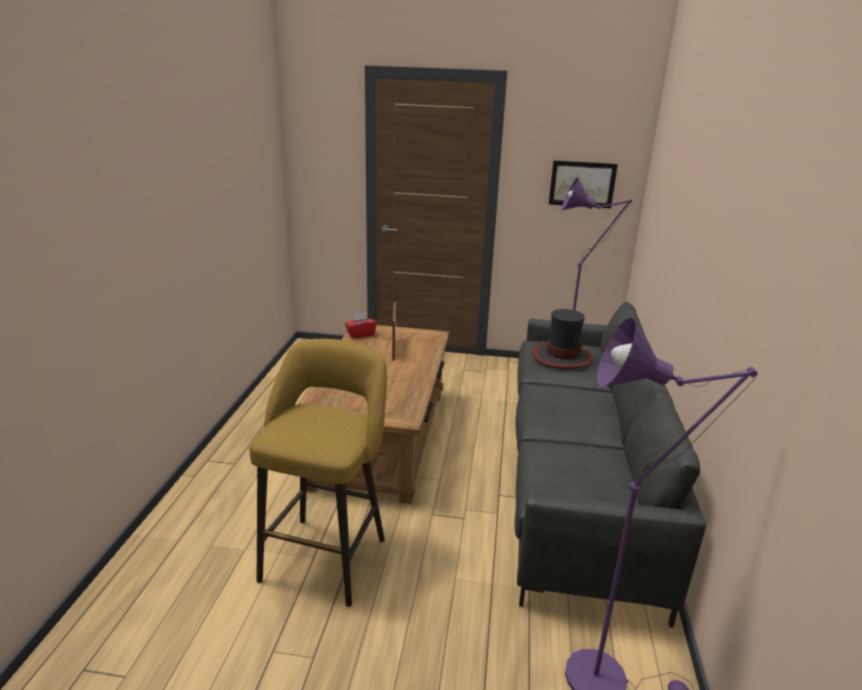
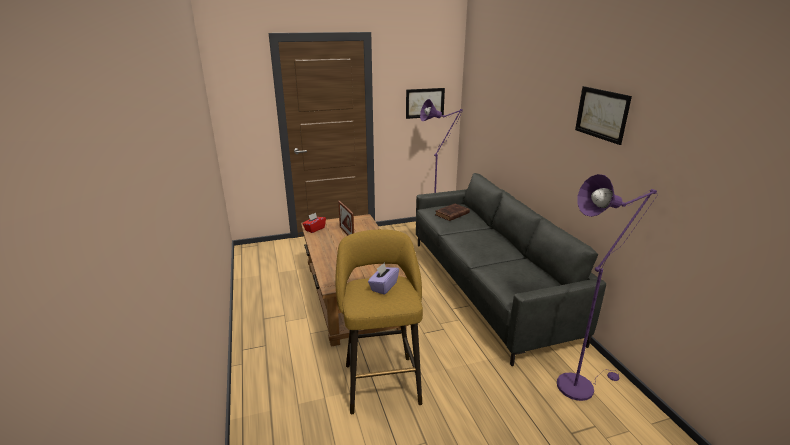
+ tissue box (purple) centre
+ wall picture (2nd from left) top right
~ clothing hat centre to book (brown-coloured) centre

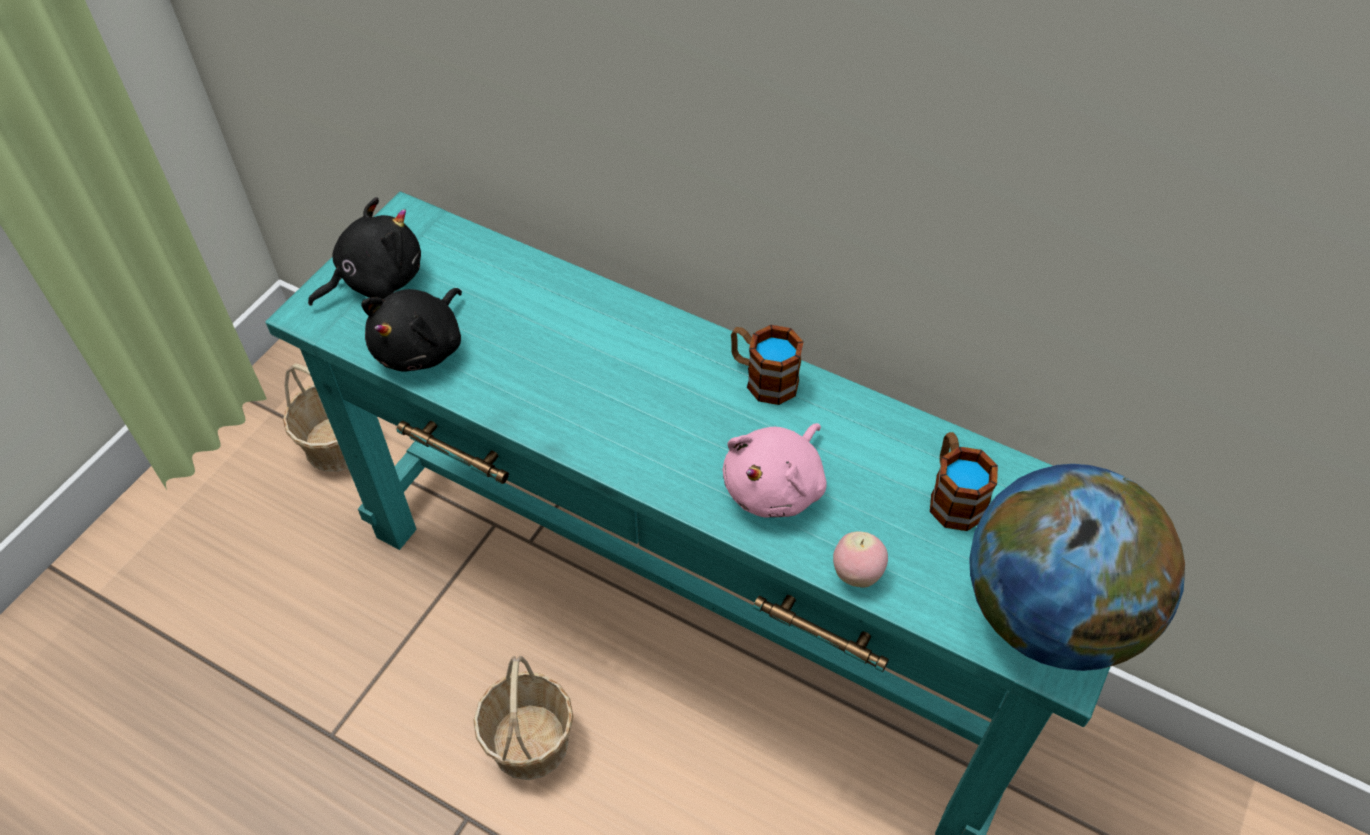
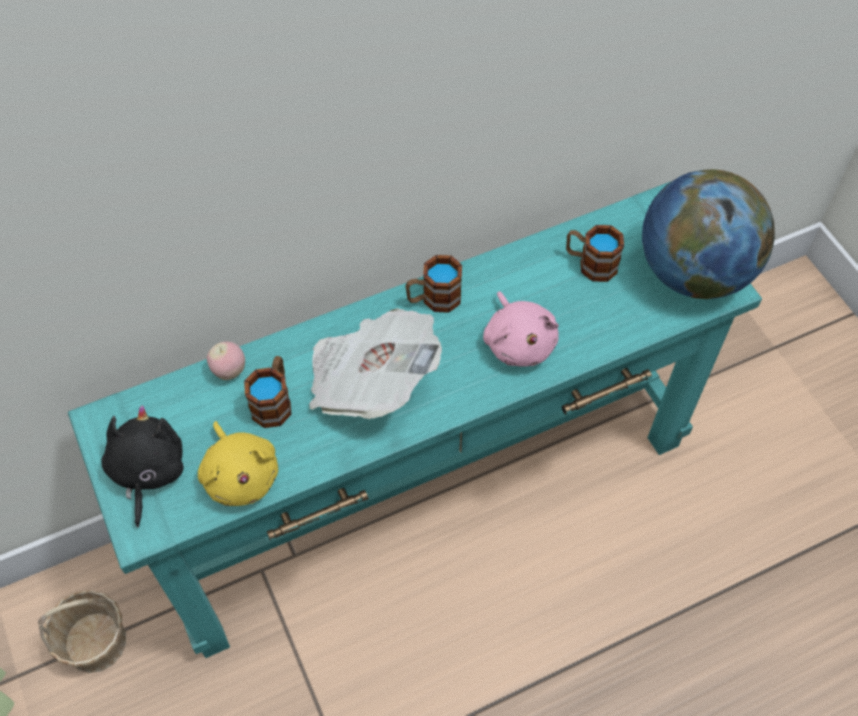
- storage basket (2nd from left) bottom centre
+ tea mug (1st from left) middle left
+ daily paper centre
~ apple fruit bottom centre to middle left
~ plush toy (black-coloured) (2nd from left) middle left to plush toy (yellowish) middle left

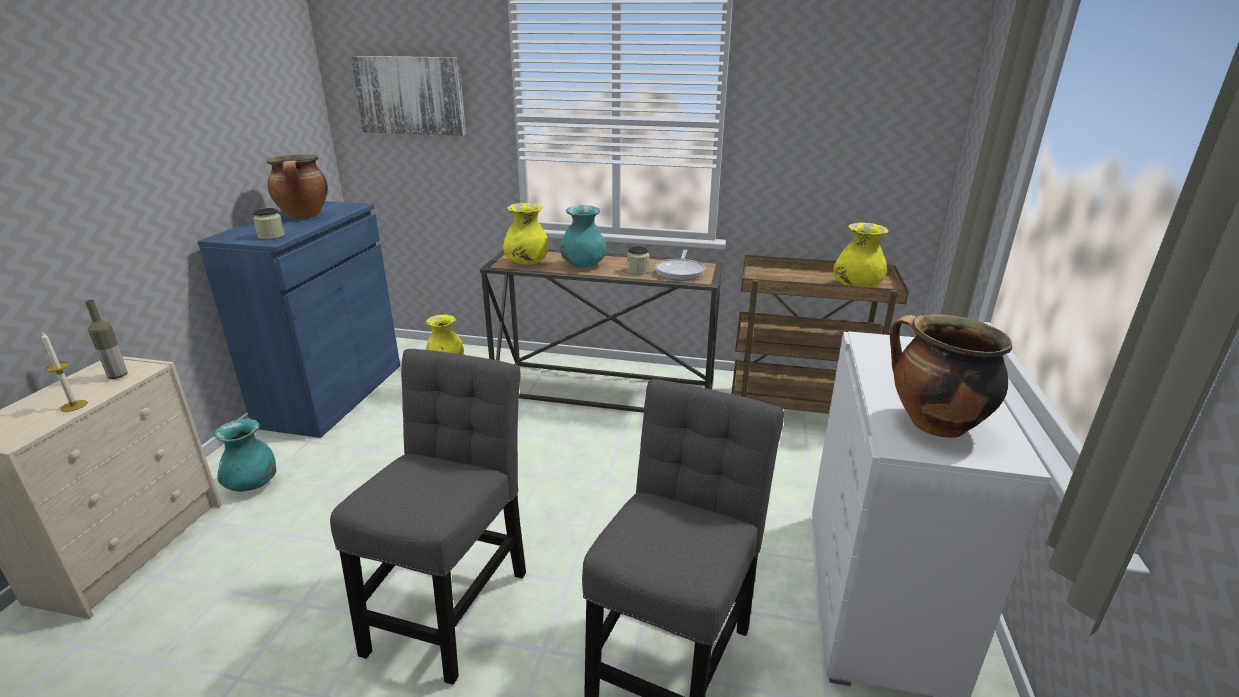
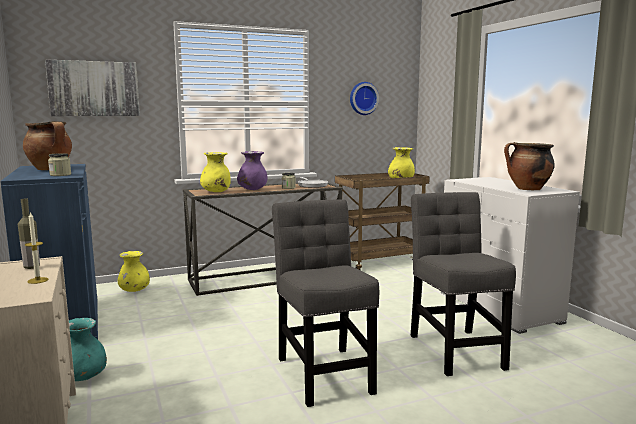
+ clock on the wall top centre
~ decorative vase (turquoise) (2nd from left) centre to decorative vase (purple) centre

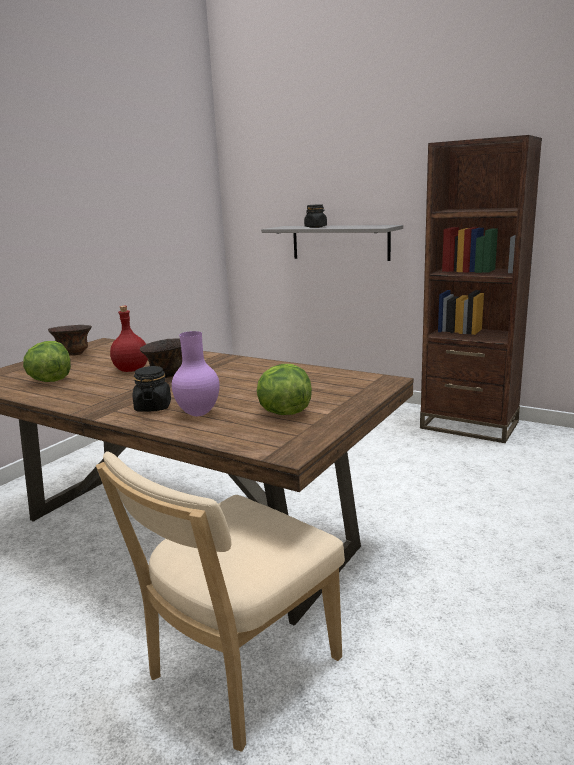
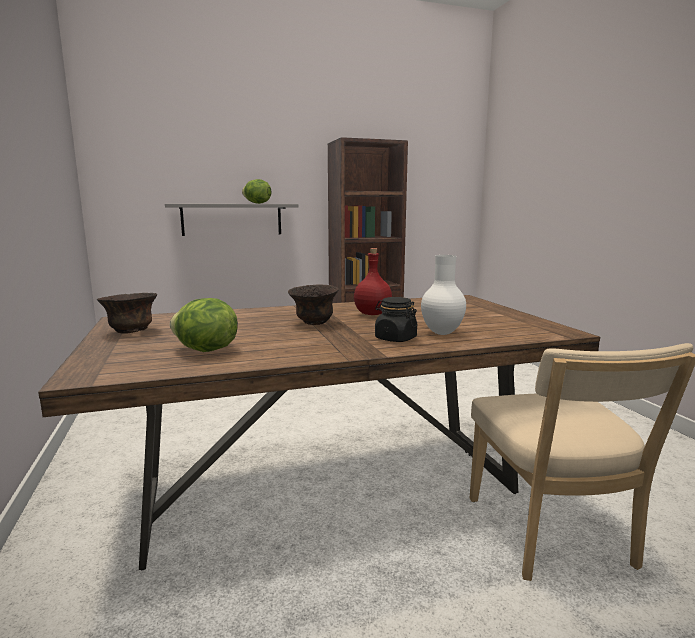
- jar (black-coloured) (2nd from left) top centre
~ drink bottle (reddish) middle left to centre
~ head of lettuce (2nd from left) centre to top centre
~ decorative vase (purple) centre to decorative vase (white-coloured) centre

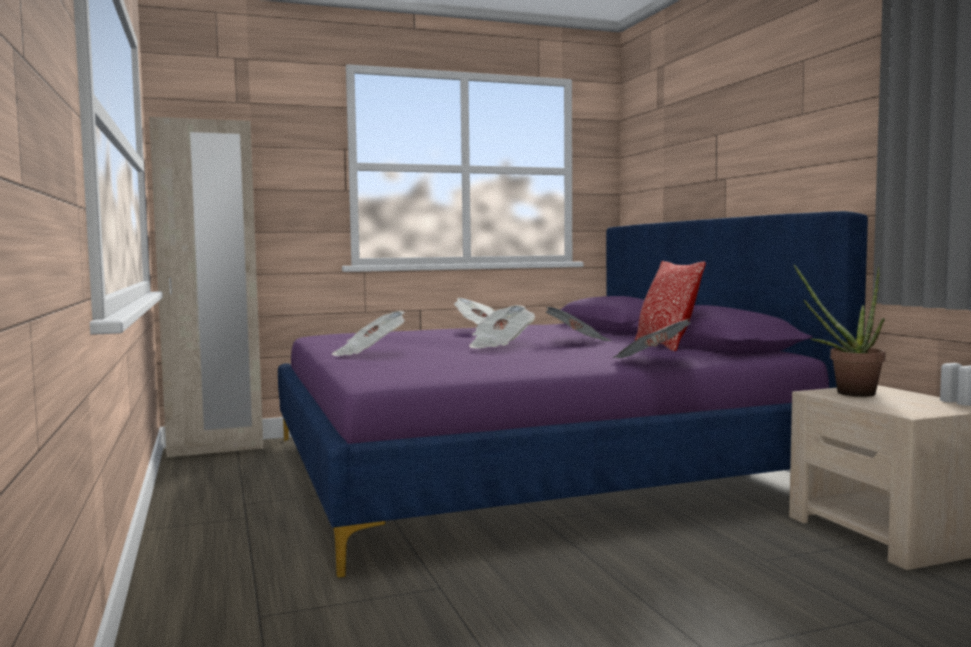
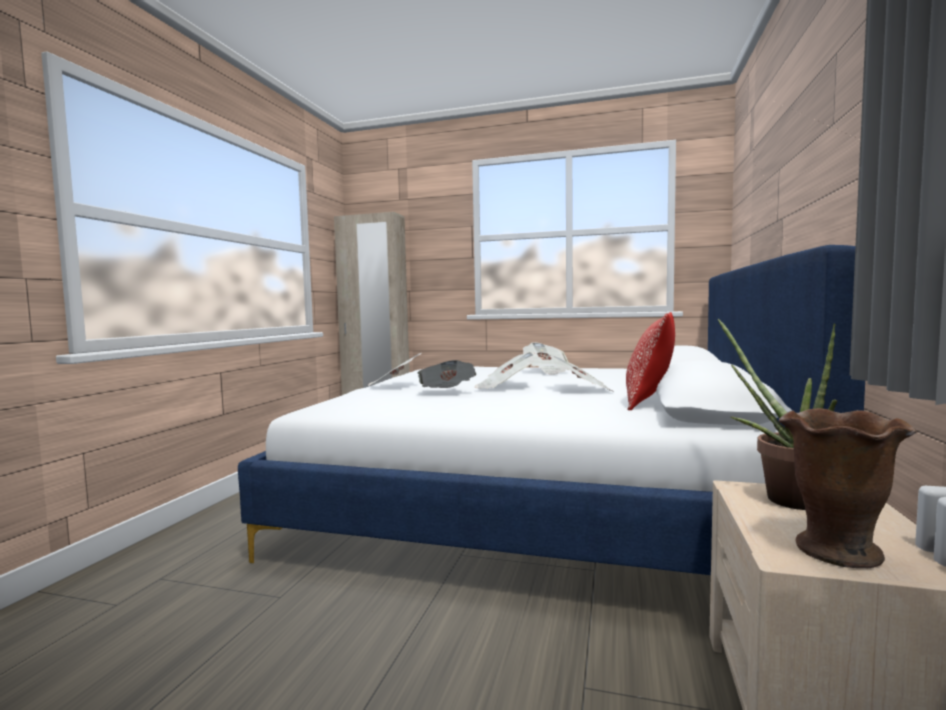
+ decorative vase (brown-coloured) bottom right
~ daily paper (5th from left in the first image) middle right to daily paper (2nd from left) centre
~ bed (purple) centre to bed (white-coloured) centre

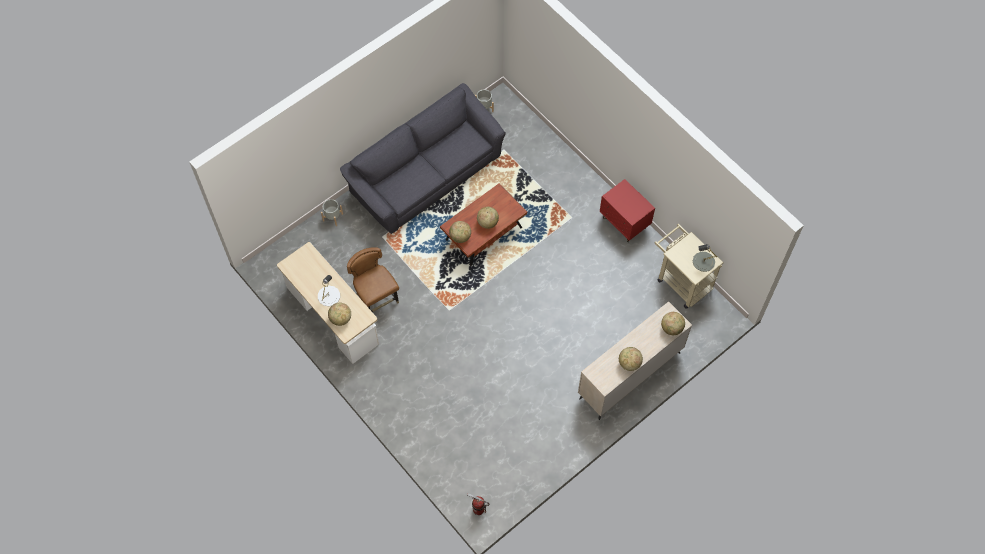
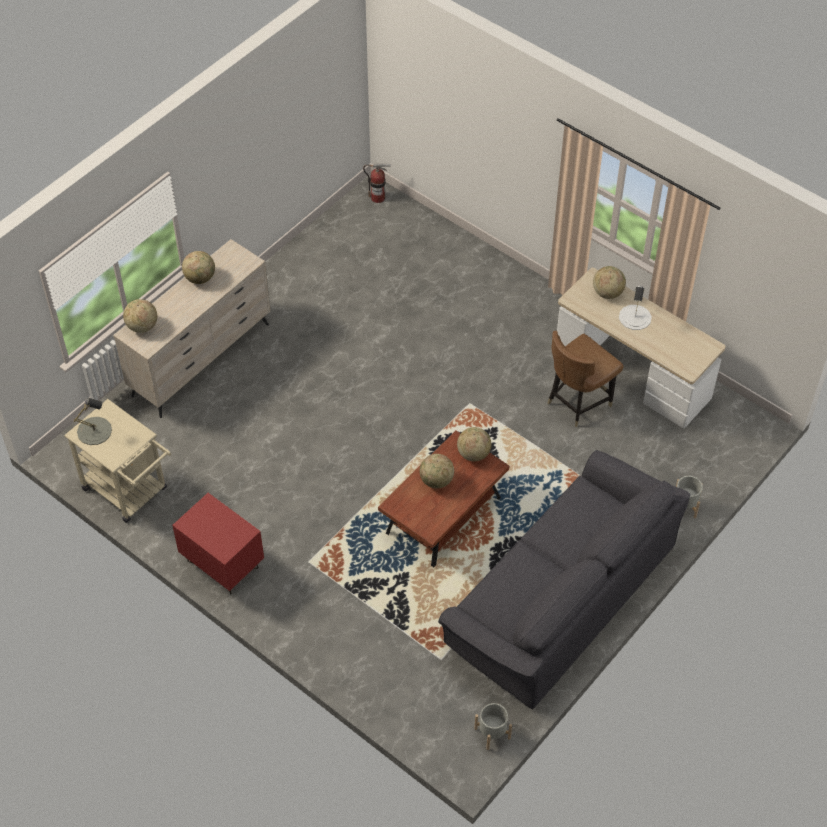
~ plain chair (brown-coloured) centre = middle right 90 degrees clockwise

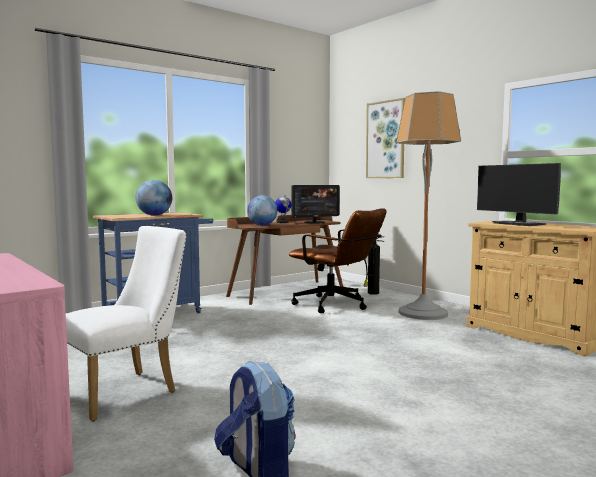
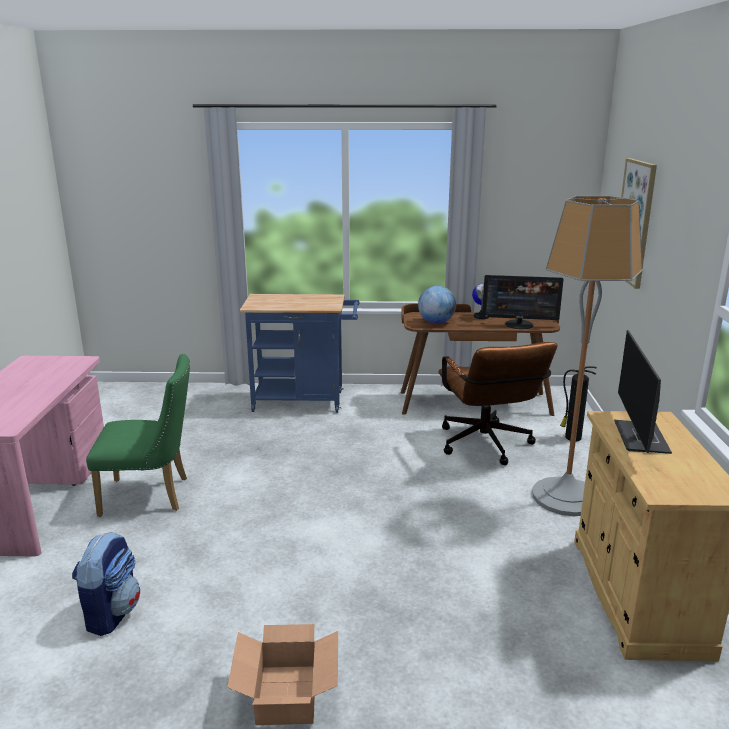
- desk globe (1st from left) middle left
+ packing box bottom centre
~ plain chair (white-coloured) bottom left to plain chair (green) middle left

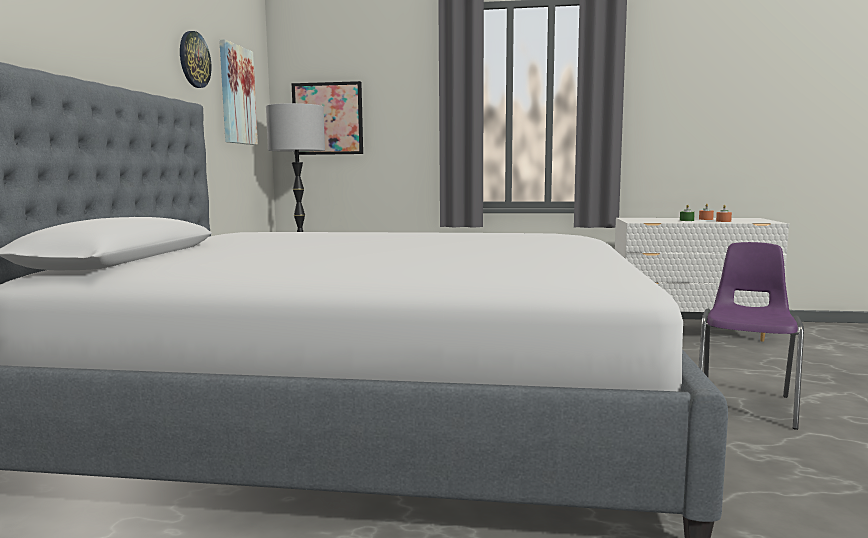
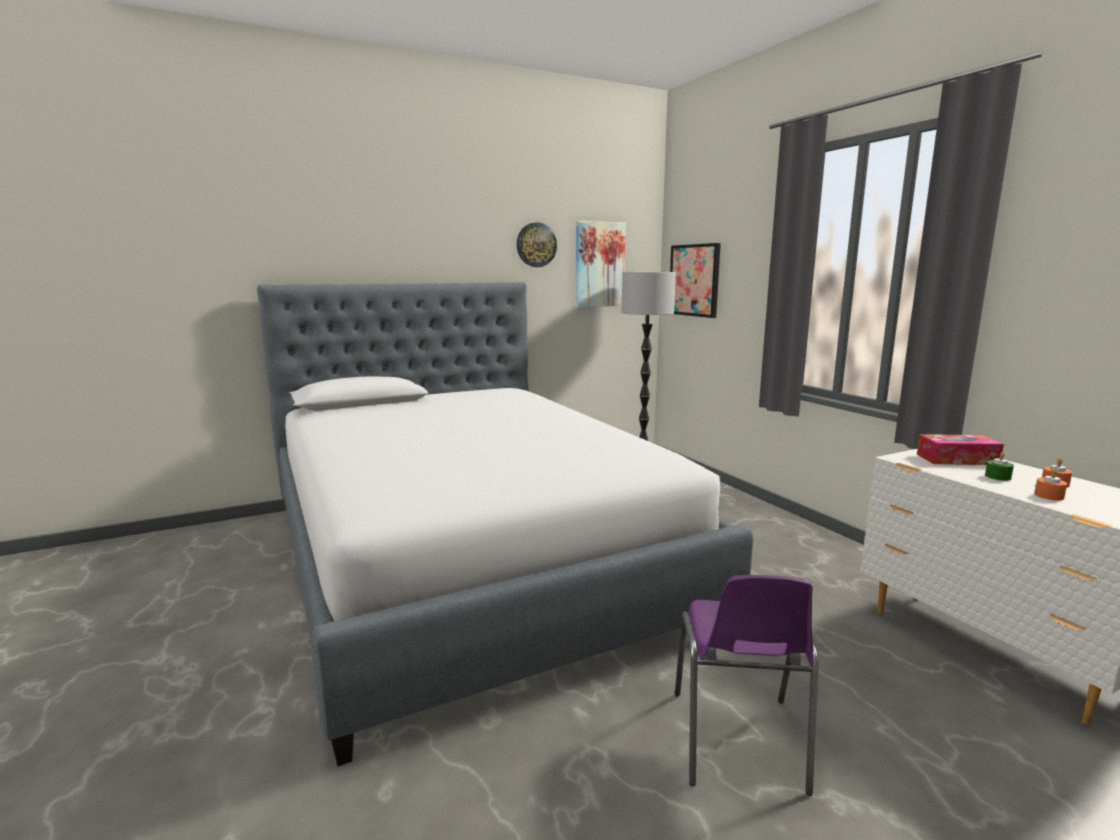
+ tissue box middle right
~ plain chair (purple) middle right = bottom centre 105 degrees clockwise

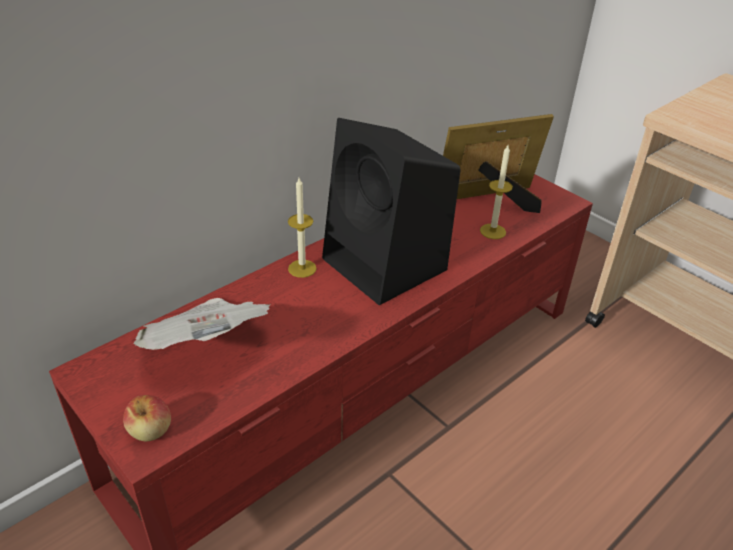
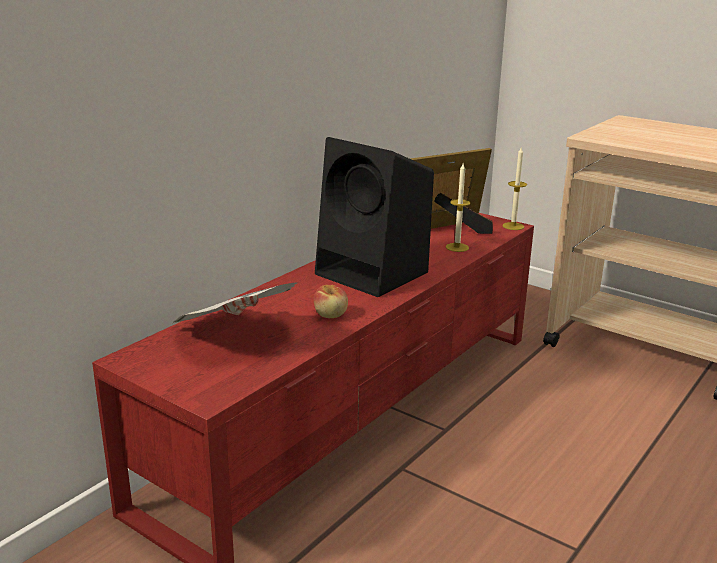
~ apple fruit bottom left to centre
~ wax candle (1st from left in the first image) centre to wax candle (2nd from left) middle right

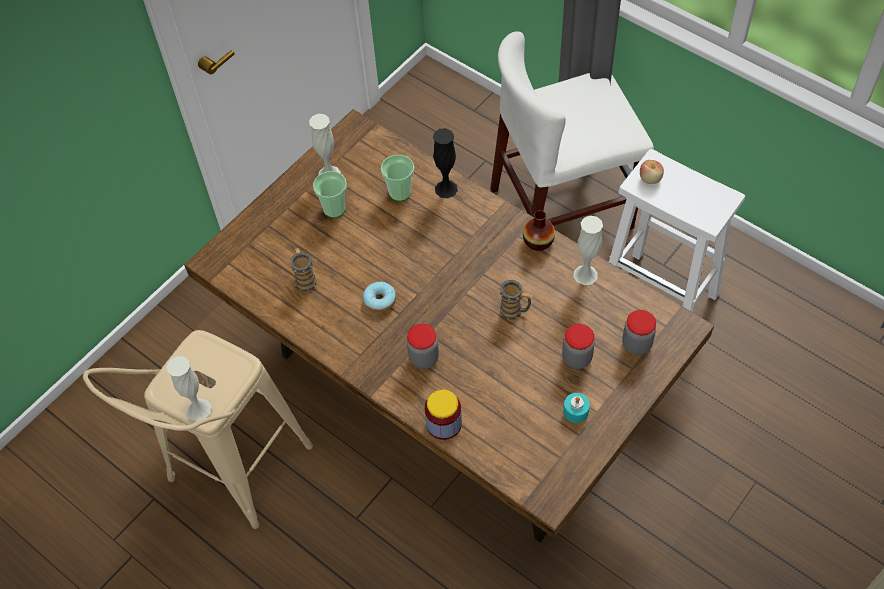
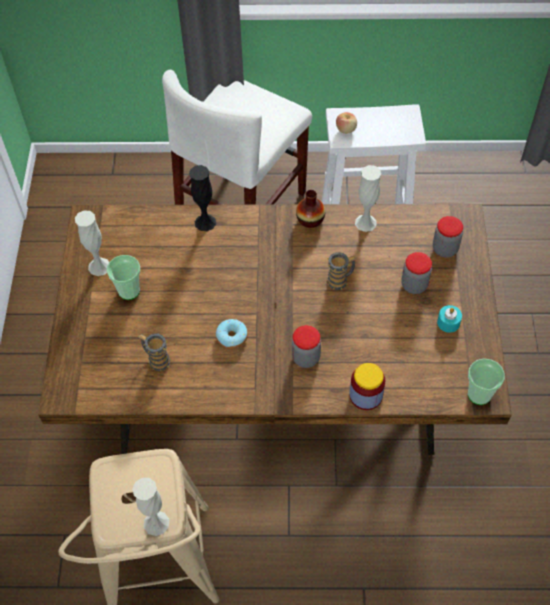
~ cup (2nd from left) top centre to middle right

